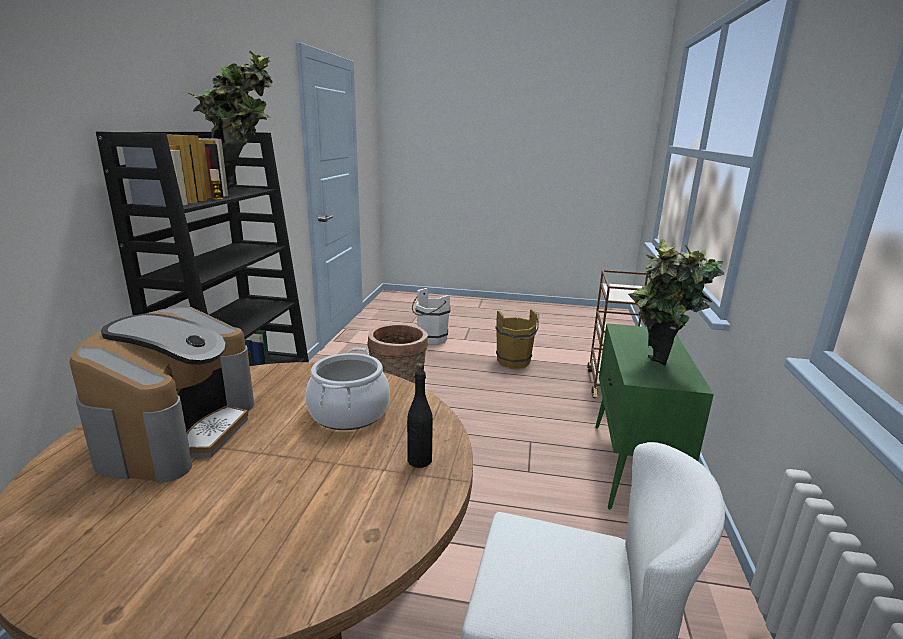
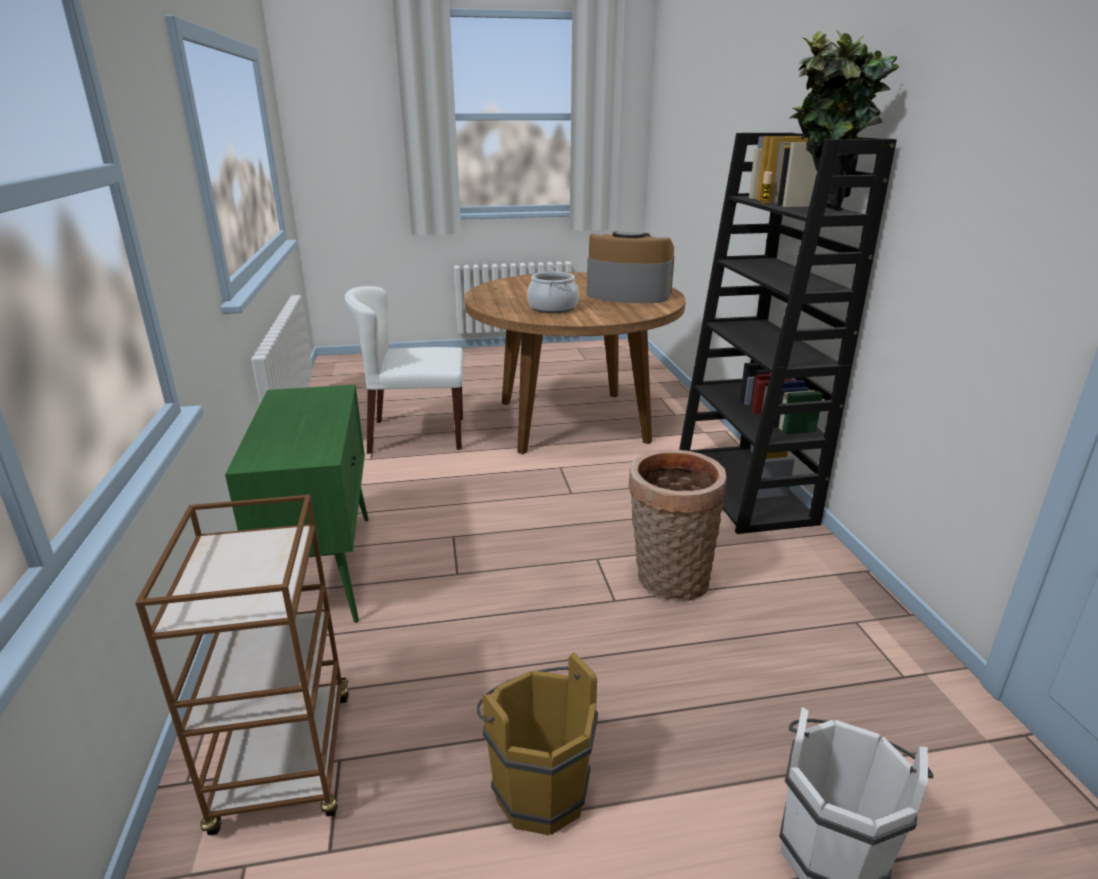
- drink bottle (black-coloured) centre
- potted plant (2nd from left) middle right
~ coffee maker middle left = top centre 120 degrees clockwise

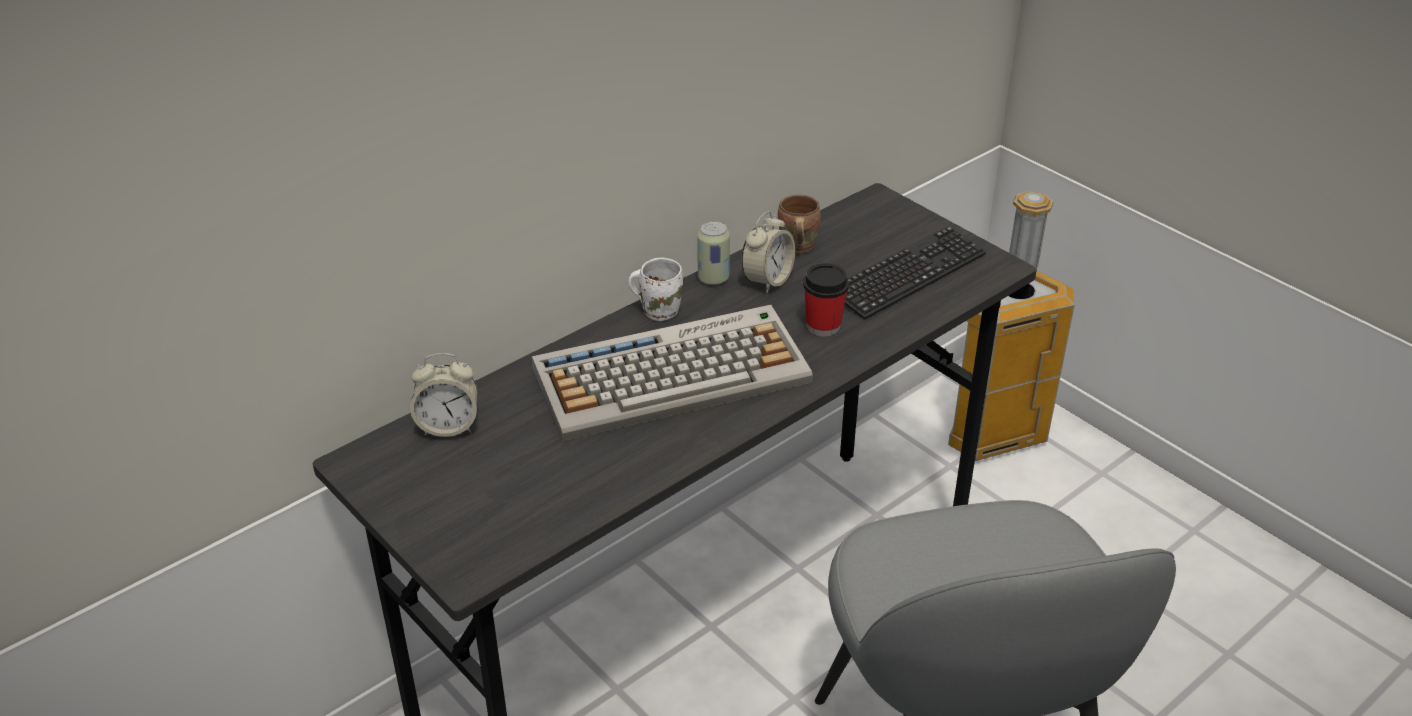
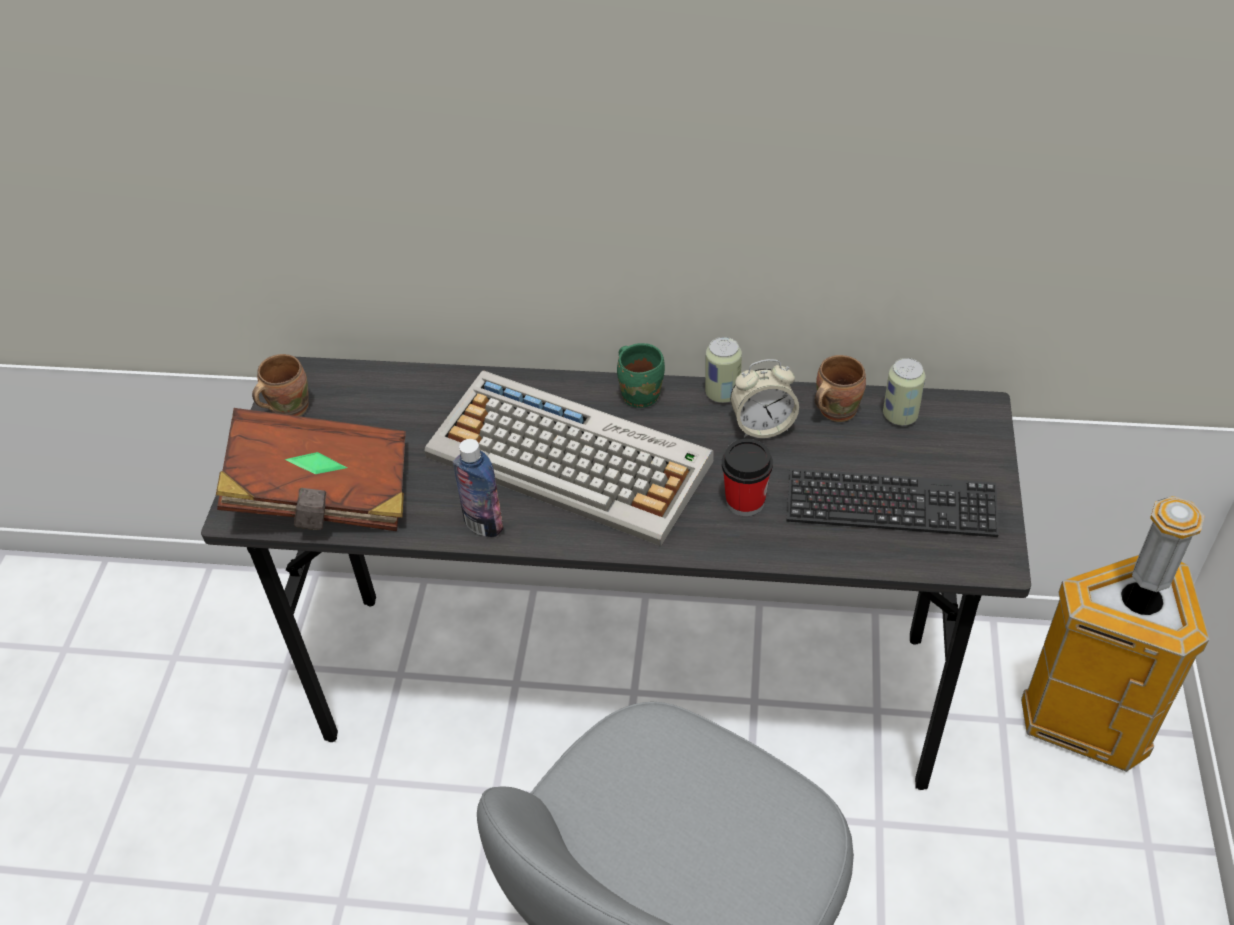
- table clock (1st from left) middle left
+ book (brown-coloured) middle left
+ tea mug (brown-coloured) (1st from left) middle left
+ drink bottle centre
+ sealed can (2nd from left) middle right
~ tea mug (white-coloured) centre to tea mug (green) centre

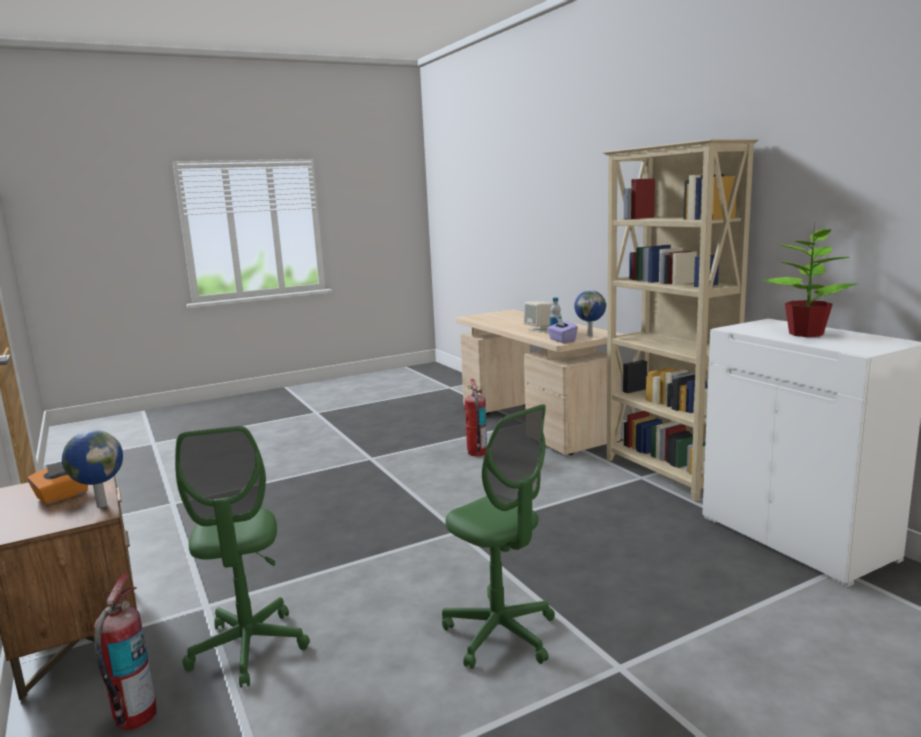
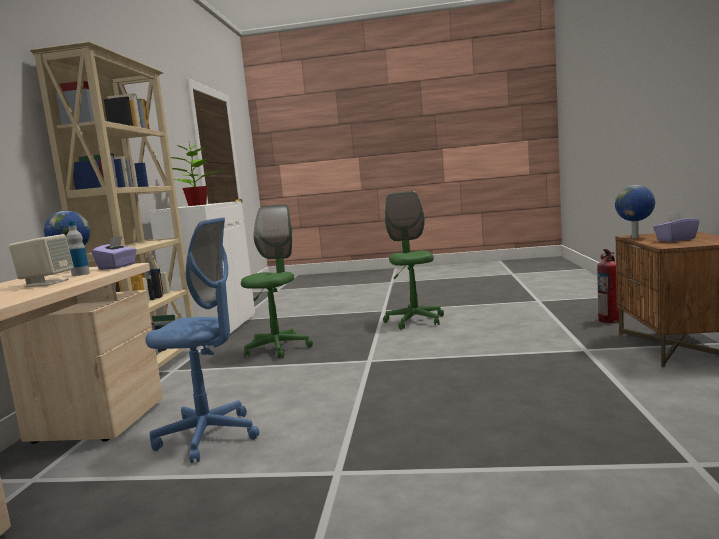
~ desk chair (green) (1st from left) bottom left to centre
~ fire extinguisher (2nd from left) centre to desk chair (bluish) middle left
~ tissue box (orangey) middle left to tissue box (purple) (2nd from left) middle right

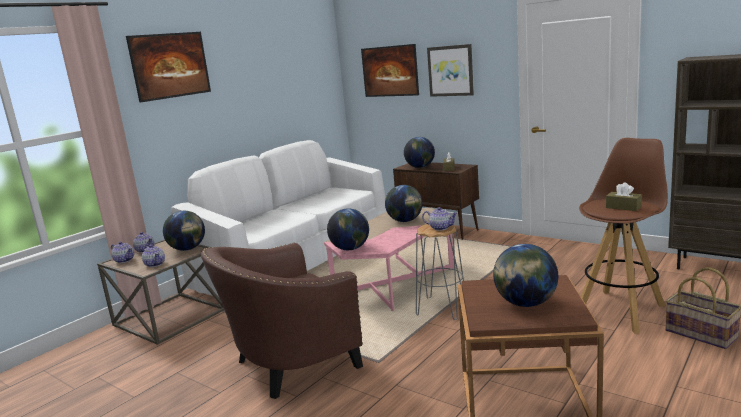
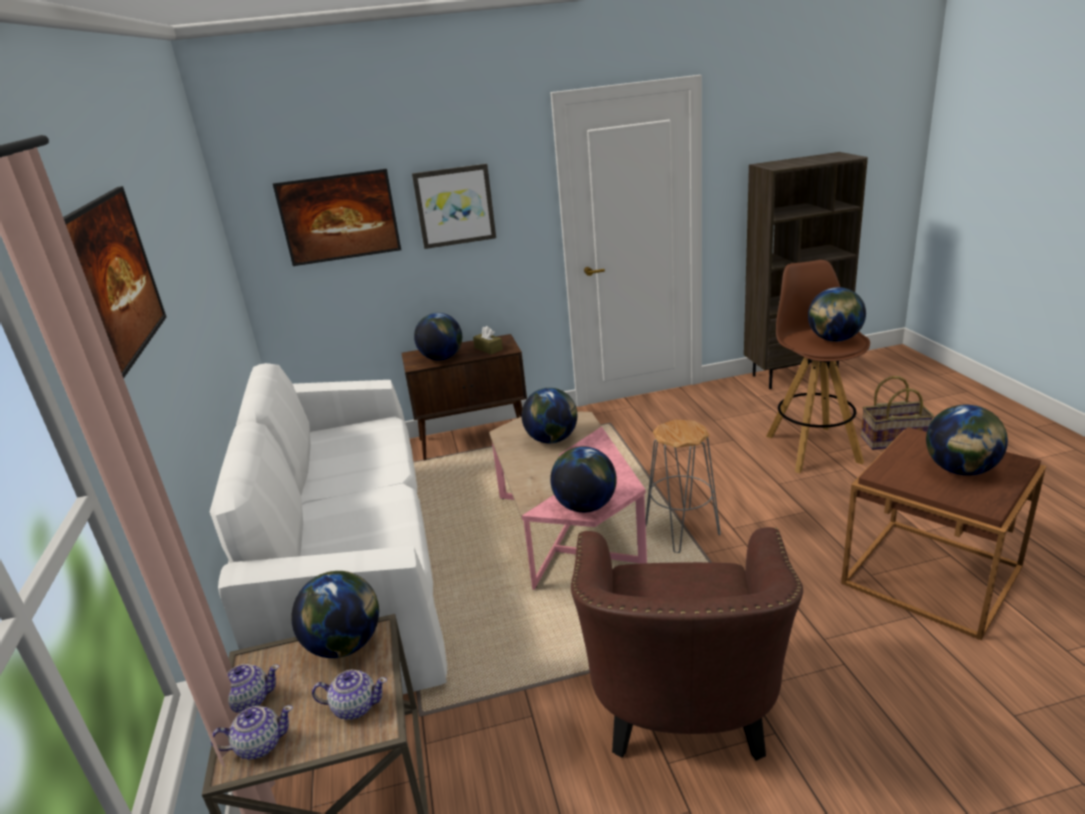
- tea pot (4th from left) centre
~ tissue box (brown-coloured) (2nd from left) middle right to desk globe (5th from left) middle right

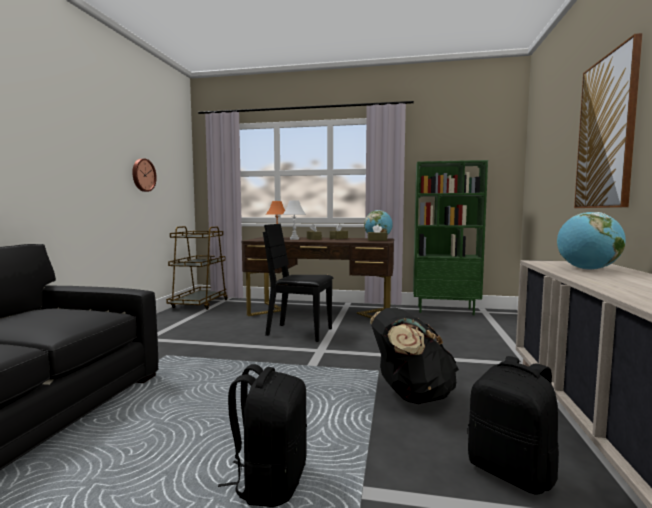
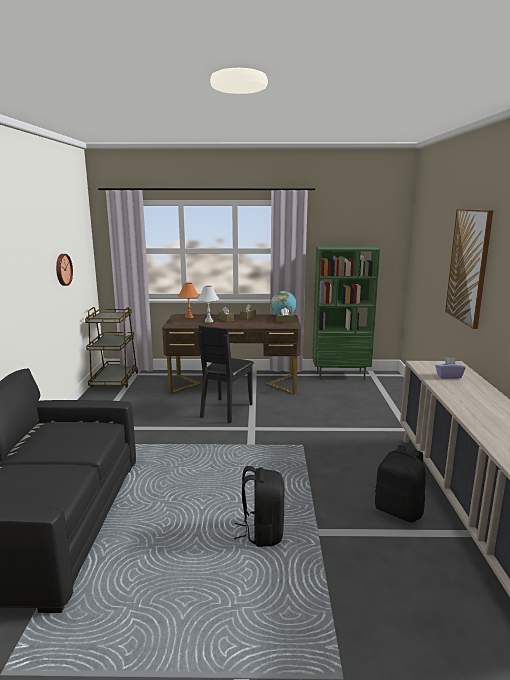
- backpack (black-coloured) (2nd from left) bottom centre
~ desk globe (2nd from left) middle right to tissue box (purple) middle right
~ plain chair (black-coloured) centre = centre 75 degrees counterclockwise

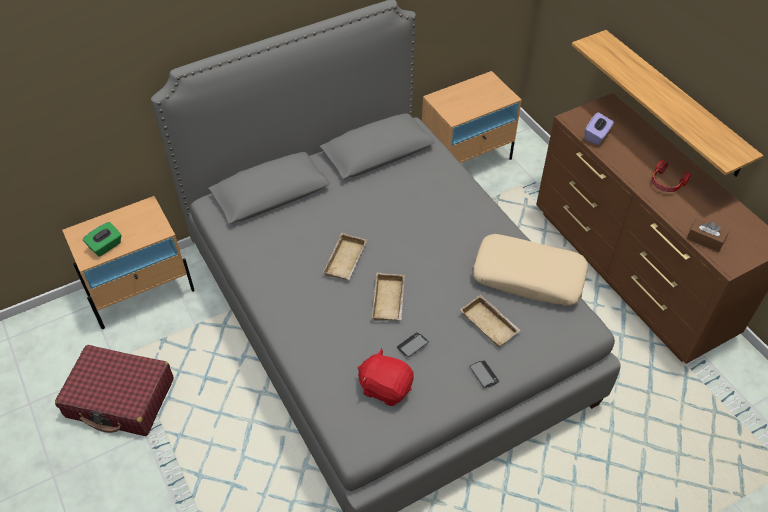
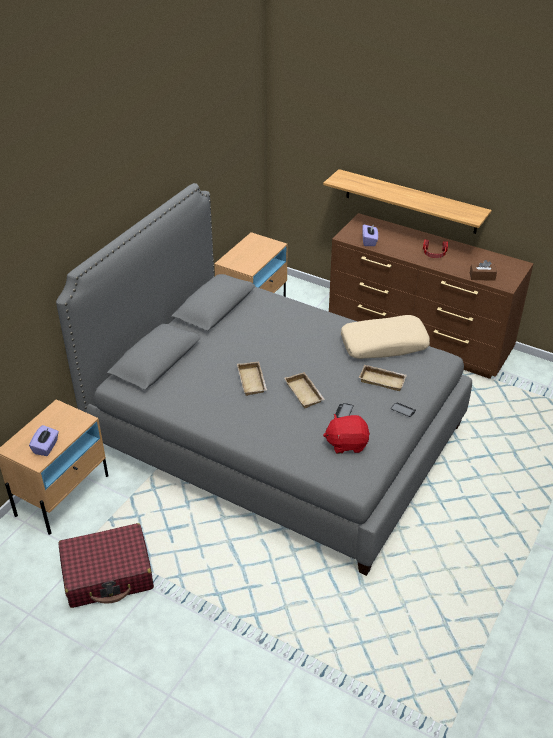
~ tissue box (green) middle left to tissue box (purple) (1st from left) middle left

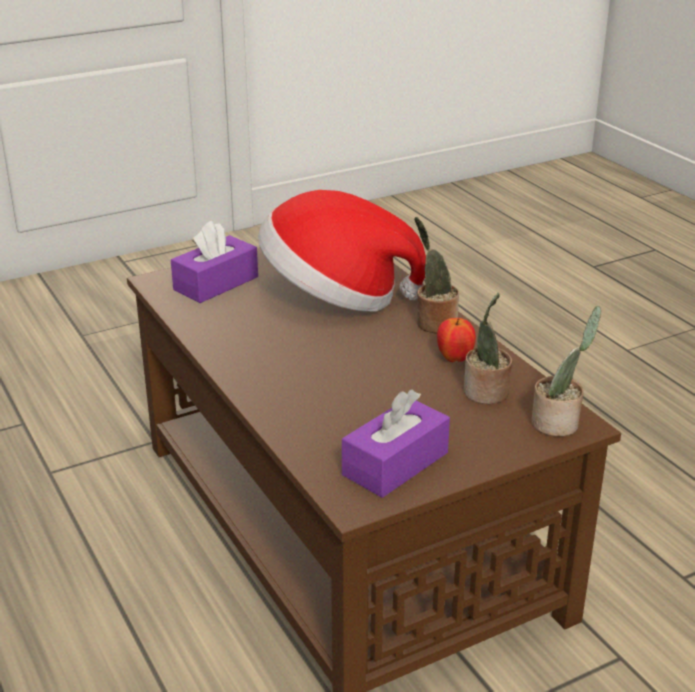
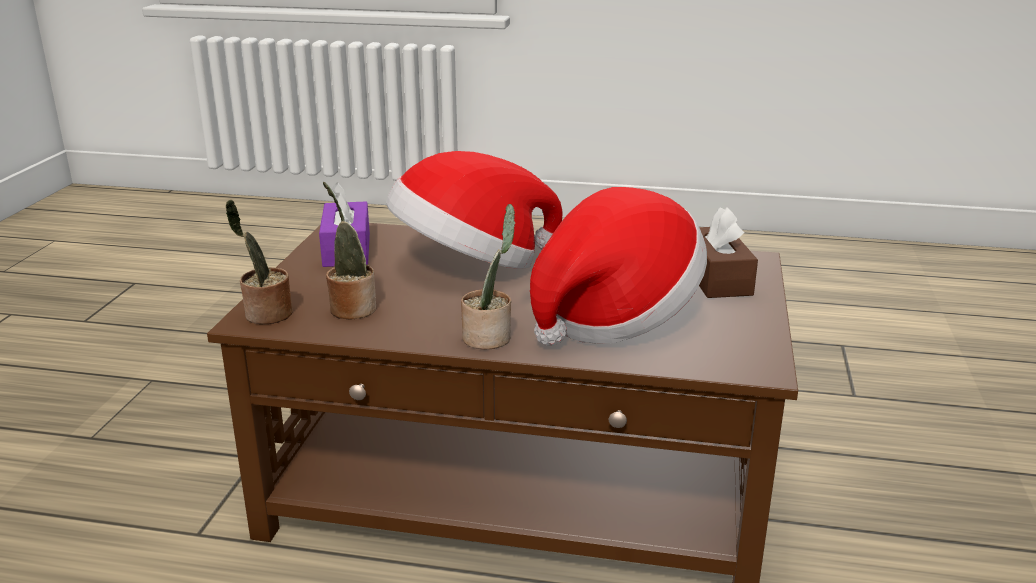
- apple fruit centre
+ clothing hat (1st from left) centre
~ tissue box (purple) (1st from left) middle left to tissue box (brown-coloured) middle right

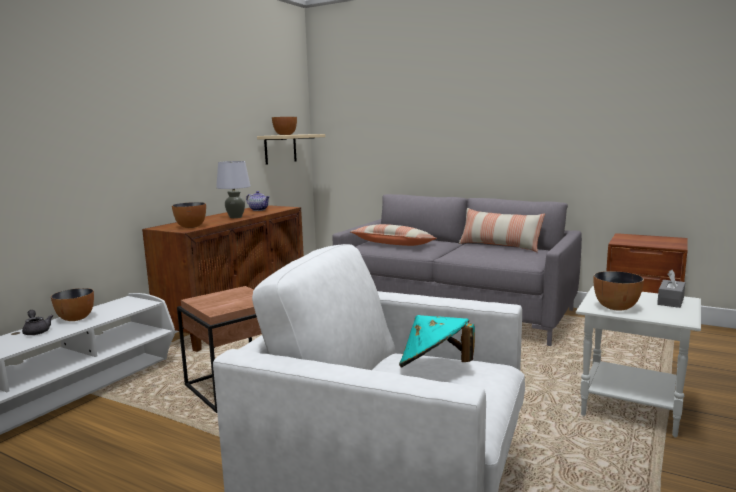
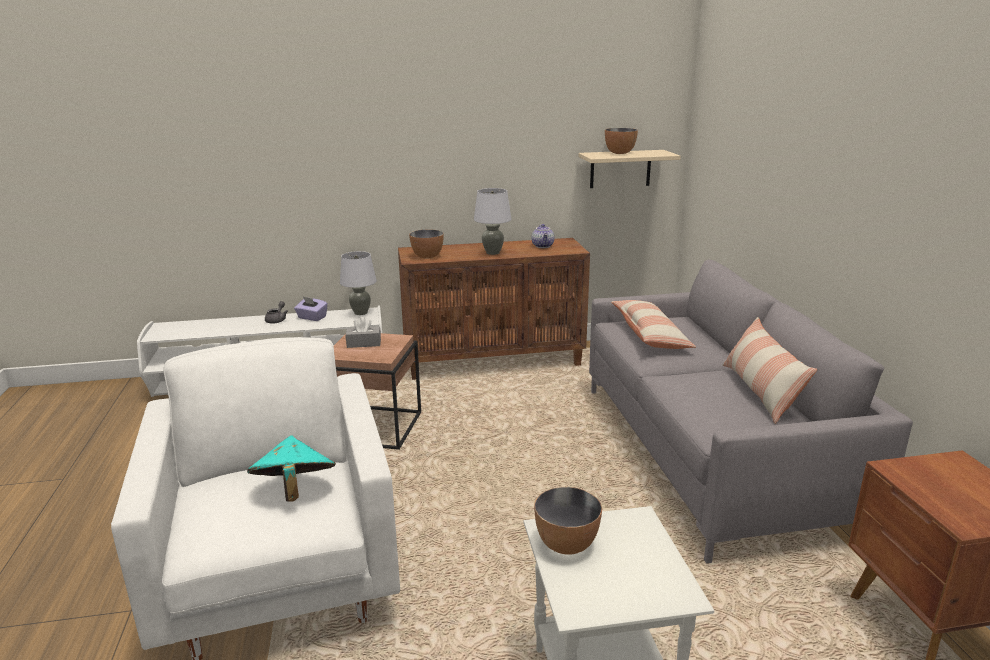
+ table lamp (greyish) (1st from left) centre
~ tissue box (greyish) middle right to centre
~ deep dish (1st from left) middle left to tissue box (purple) middle left

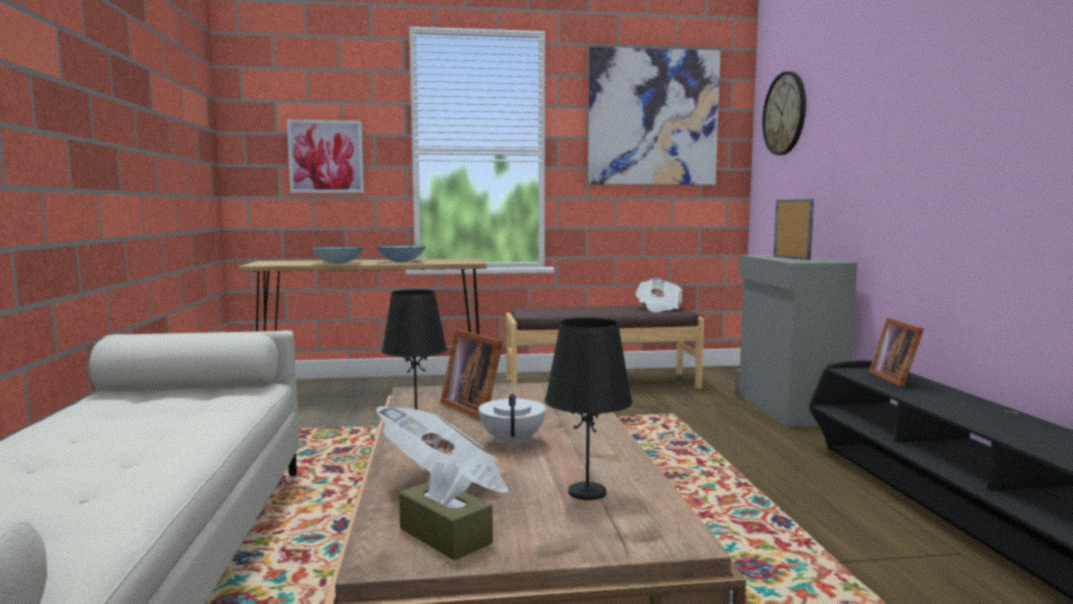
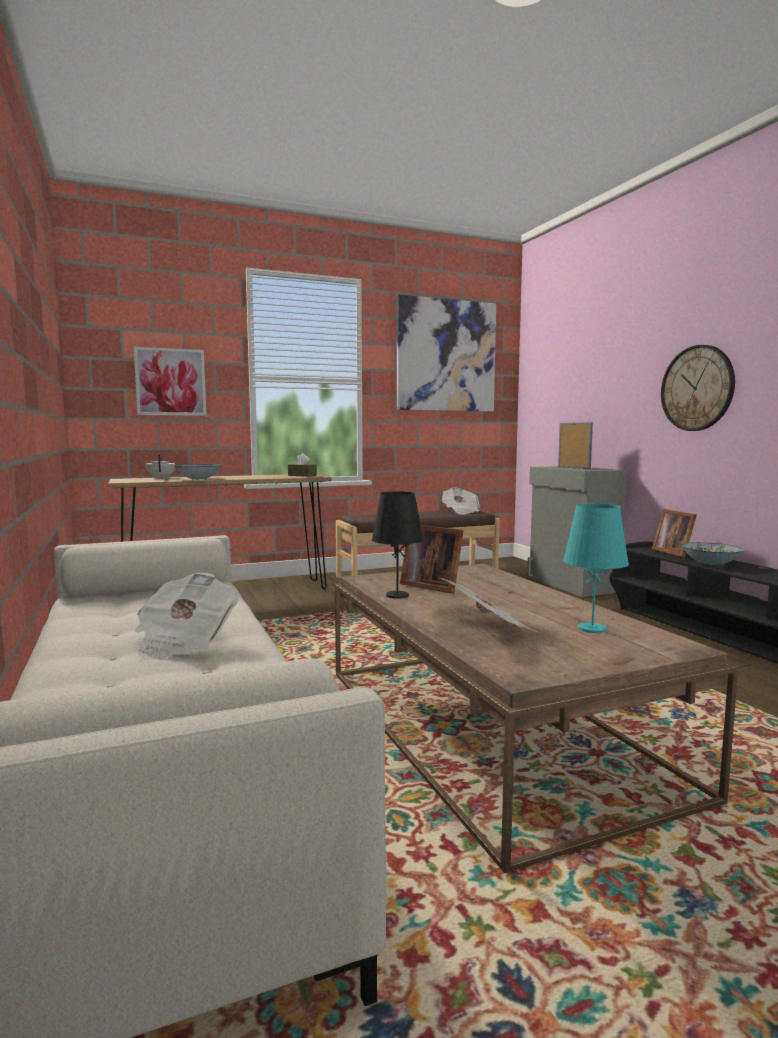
+ daily paper (1st from left) middle left
~ deep dish (2nd from left) centre to middle right
~ tissue box (brown-coloured) bottom centre to centre
~ tea pot (white-coloured) bottom centre to middle left
~ clock on the wall top right to middle right
~ table lamp (black-coloured) (2nd from left) bottom centre to table lamp (turquoise) middle right

